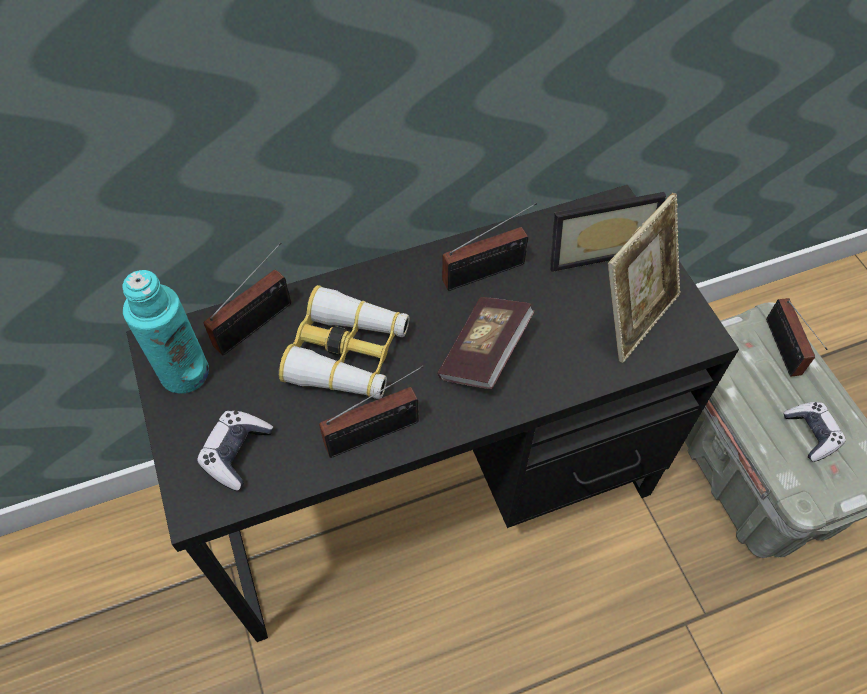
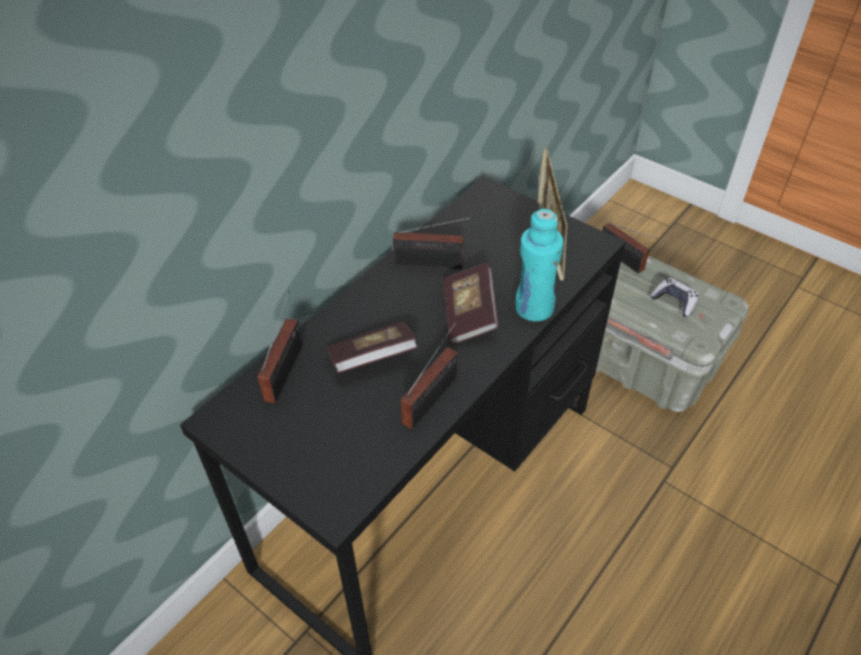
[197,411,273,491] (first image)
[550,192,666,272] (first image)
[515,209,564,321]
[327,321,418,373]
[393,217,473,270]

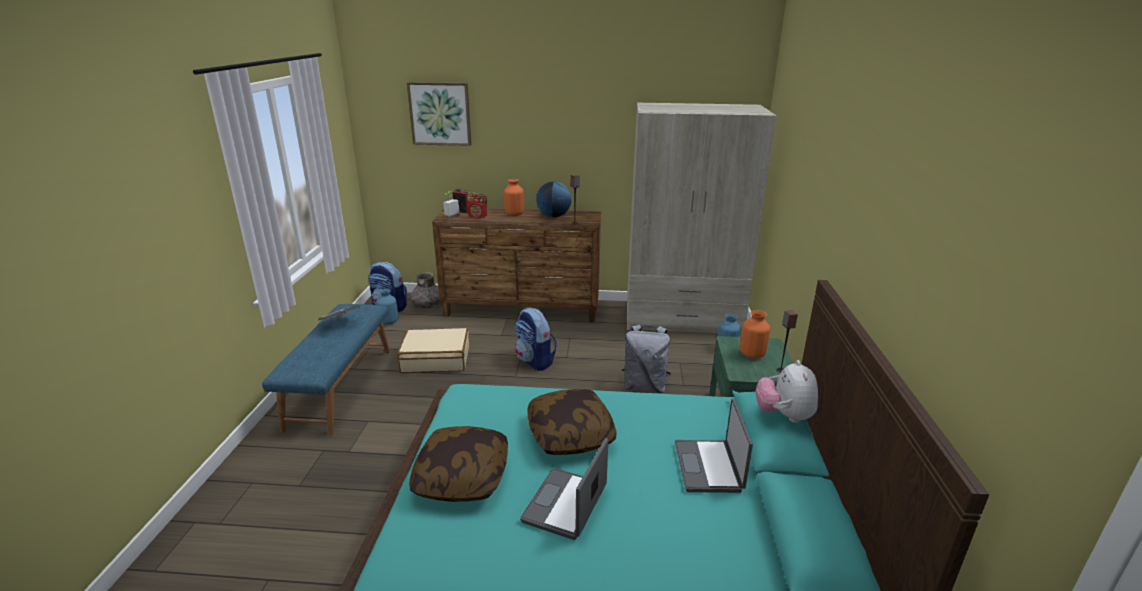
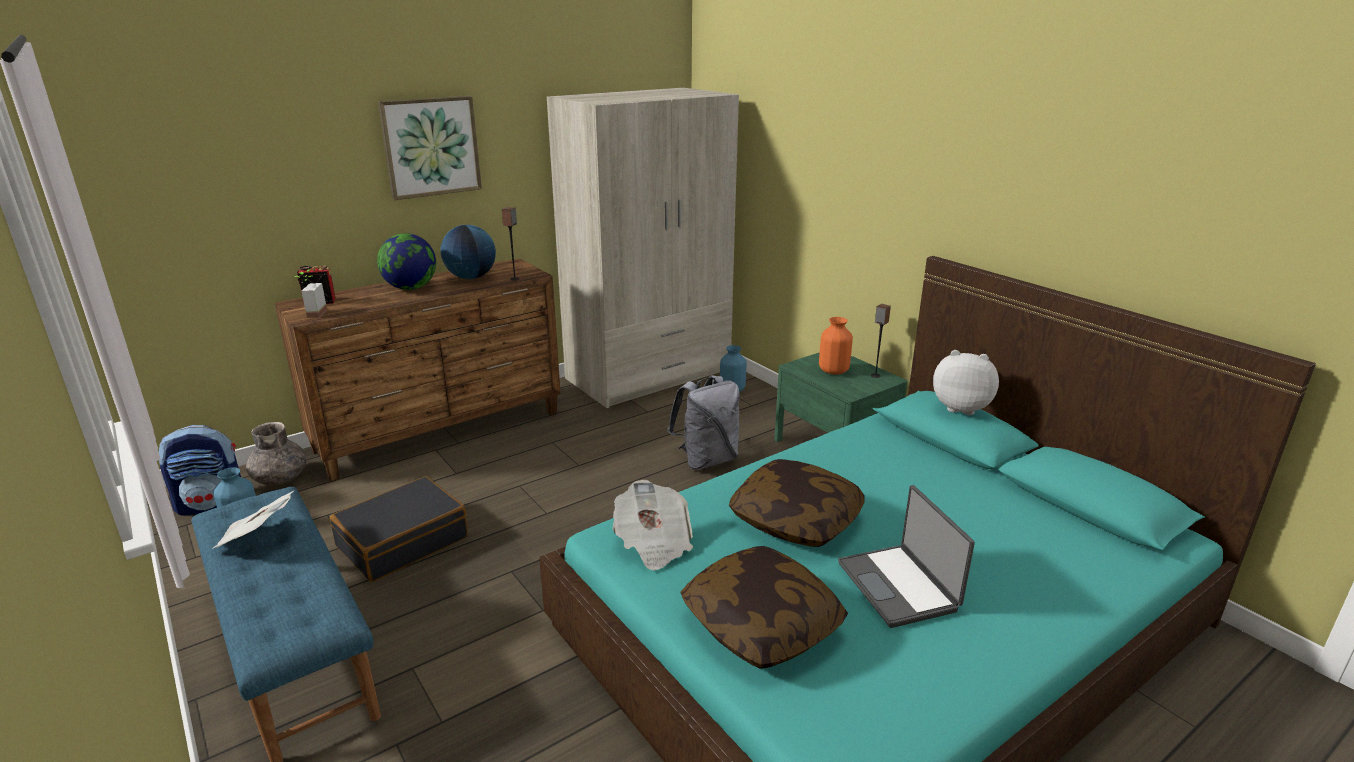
[467,193,487,218] (first image)
[515,308,557,371] (first image)
[675,399,753,493] (first image)
[613,480,693,571]
[378,96,482,200]
[377,233,436,290]
[330,476,468,582]
[933,350,999,415]

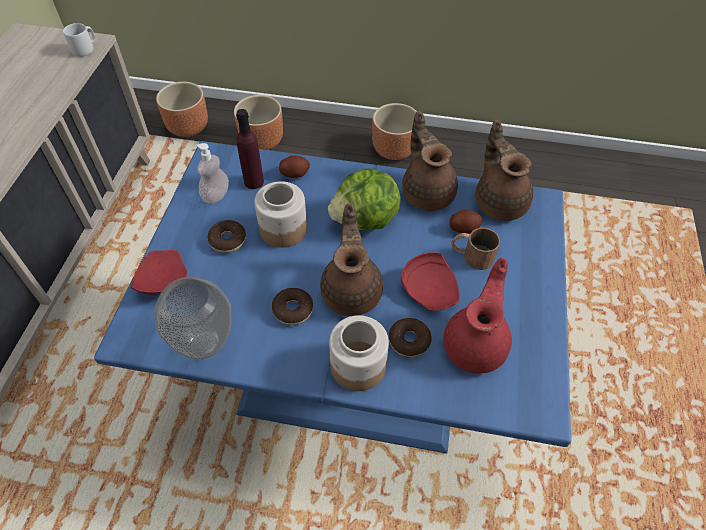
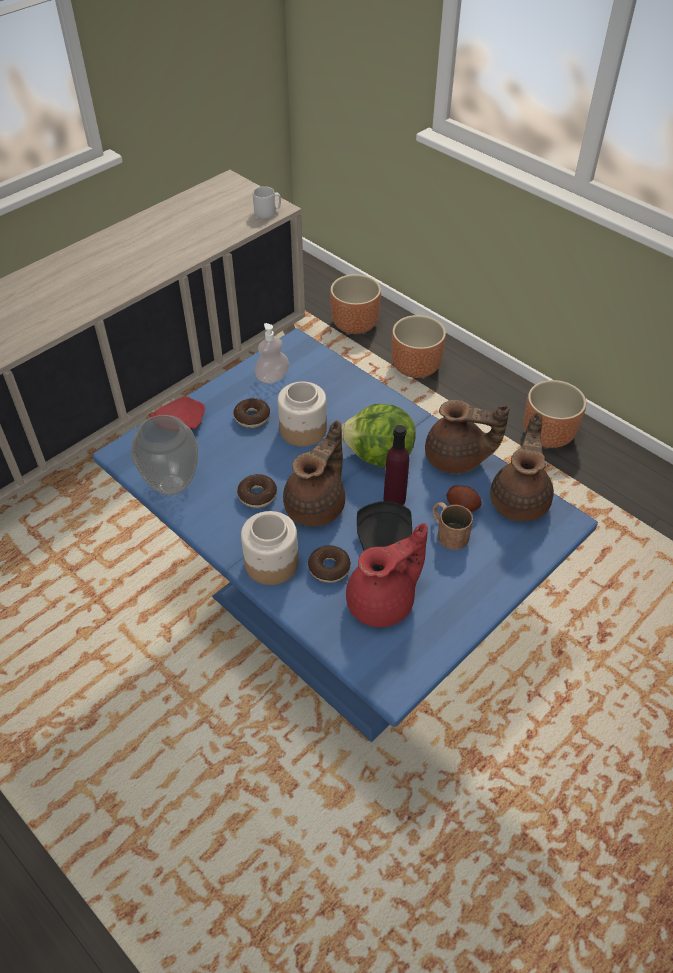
[279,155,310,178] (first image)
[384,425,409,505]
[357,501,412,551]
[425,400,510,474]

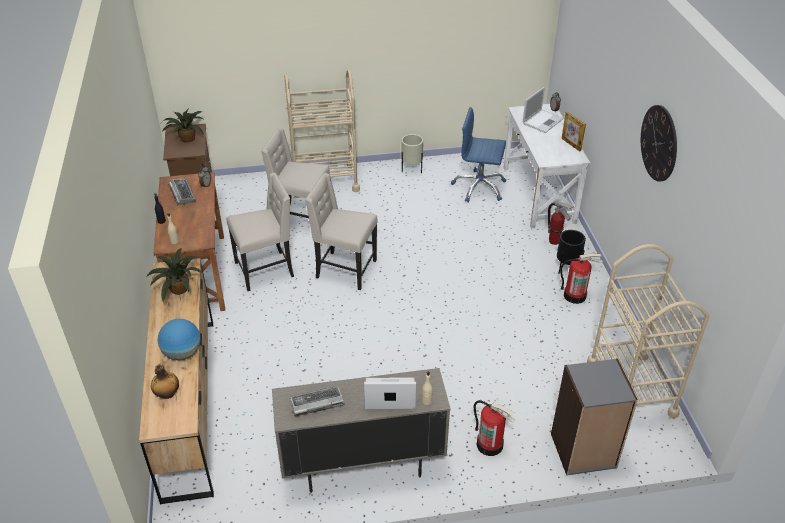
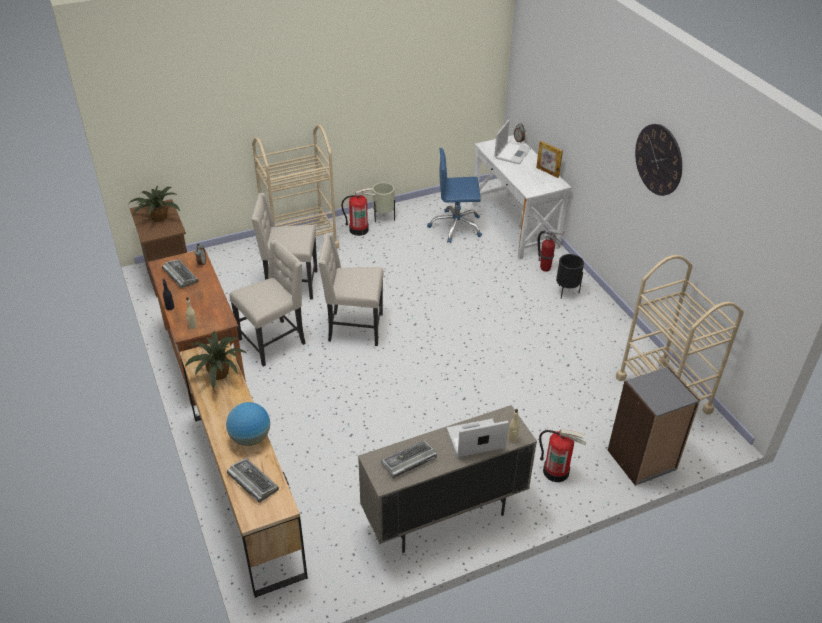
[341,188,375,236]
[227,458,279,503]

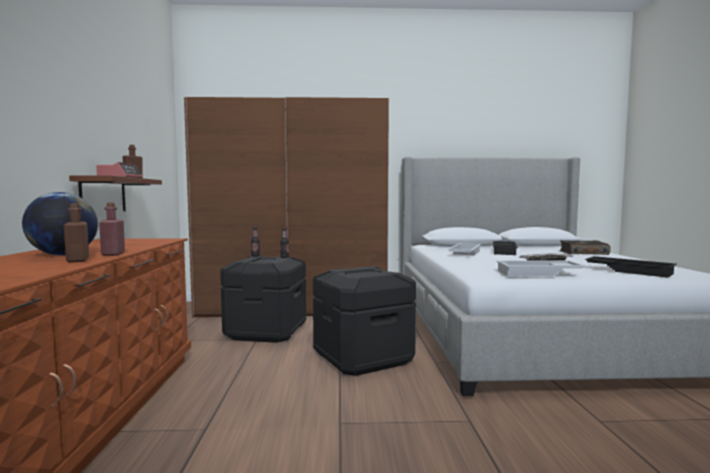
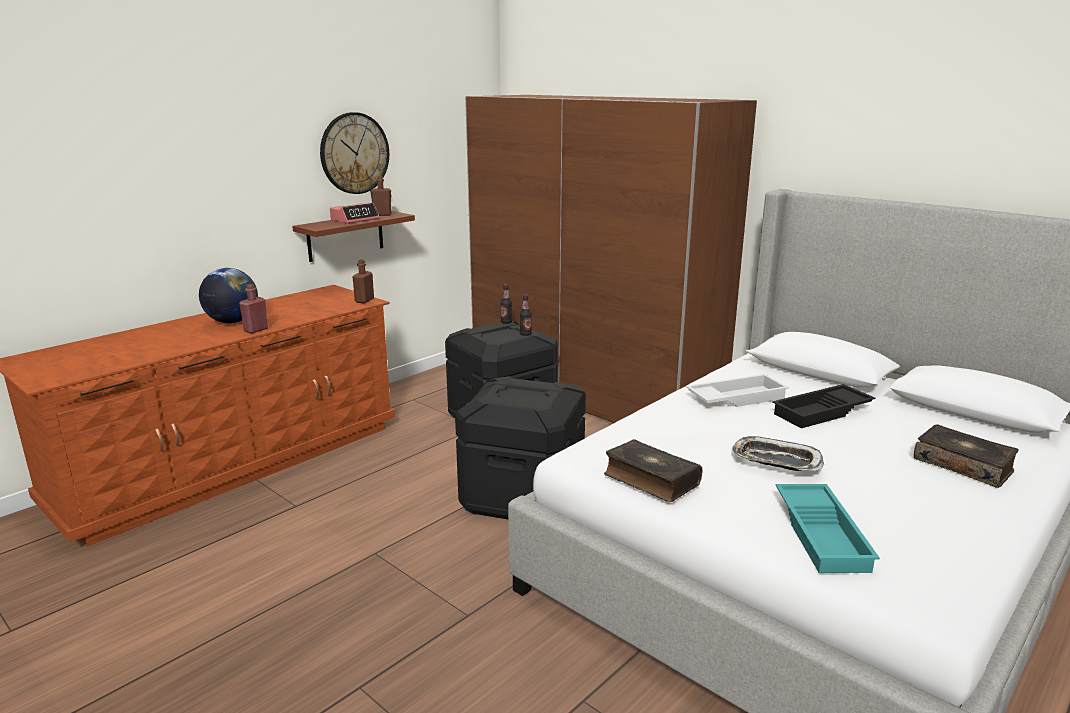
[320,112,389,194]
[352,259,374,303]
[604,439,702,502]
[775,484,880,573]

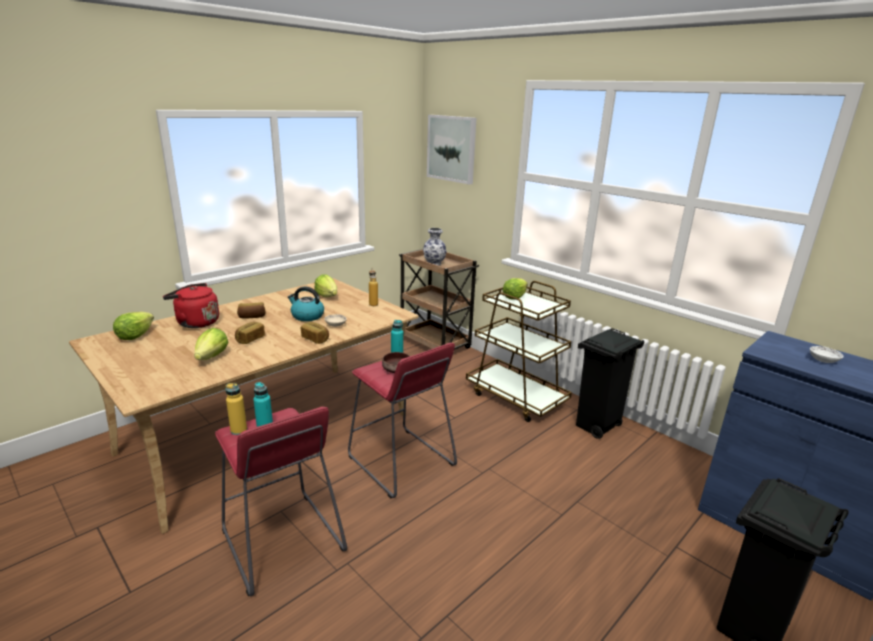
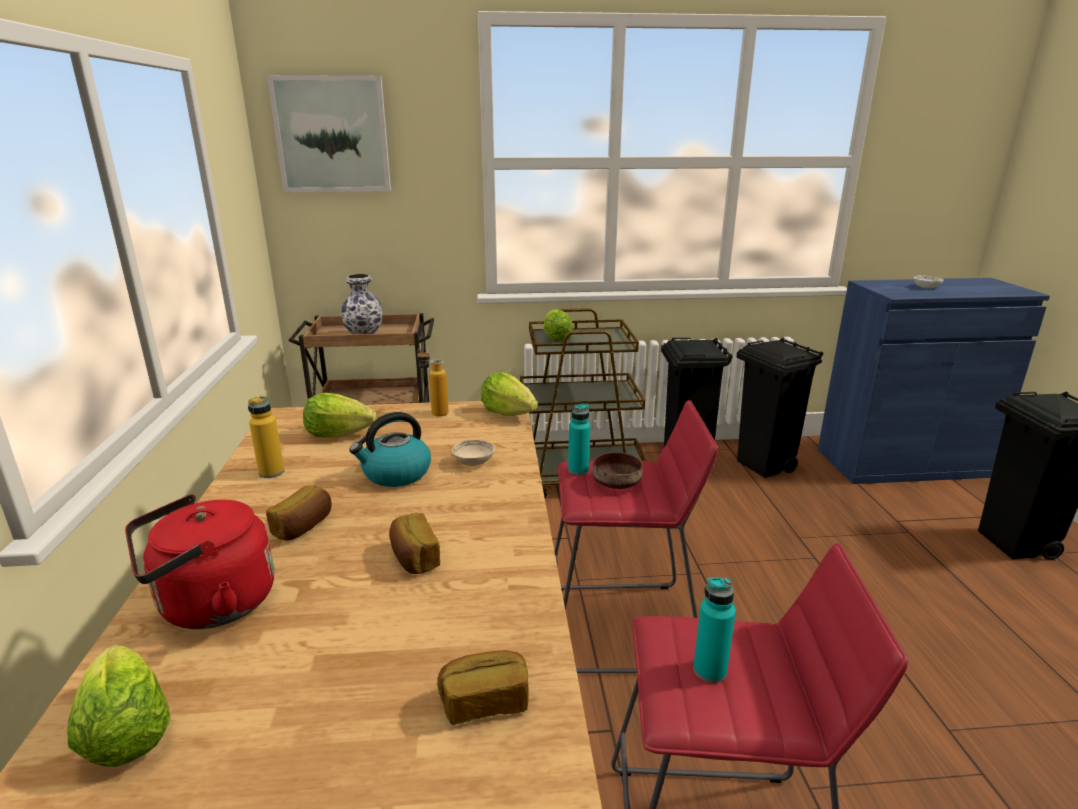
[736,338,823,478]
[481,372,538,416]
[248,396,284,478]
[437,650,528,725]

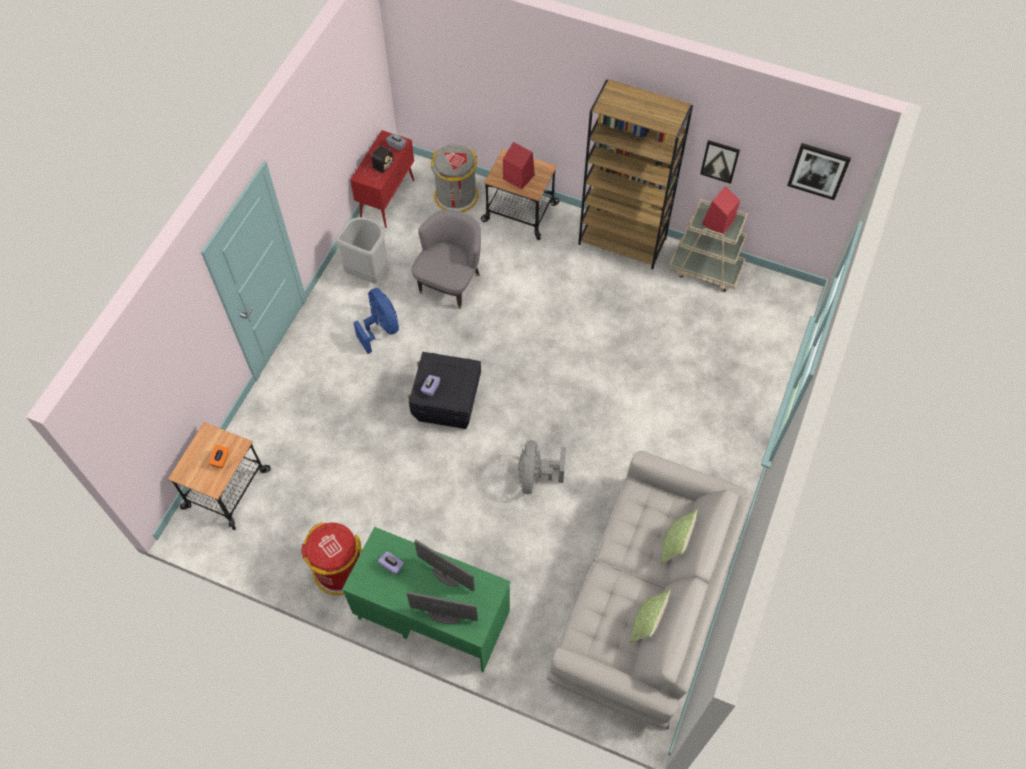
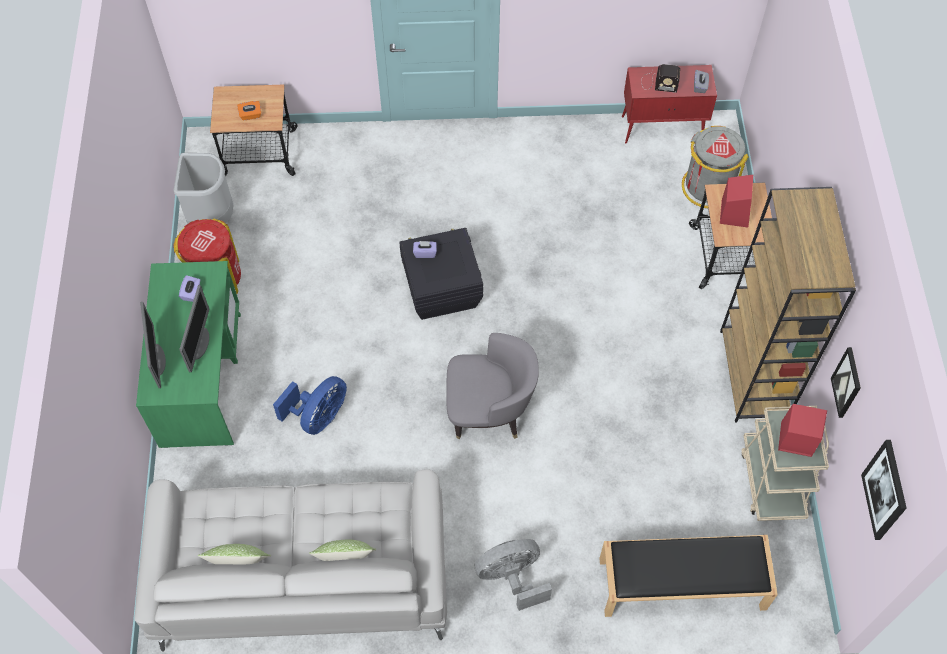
[599,535,778,617]
[174,153,233,224]
[273,376,347,435]
[446,333,539,439]
[475,539,552,611]

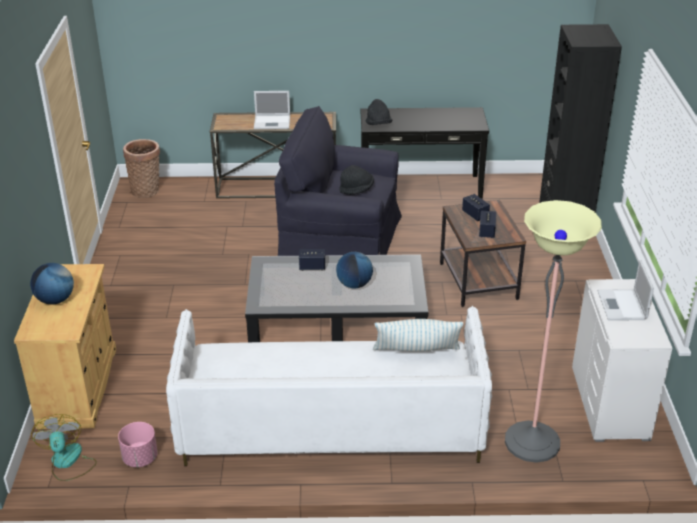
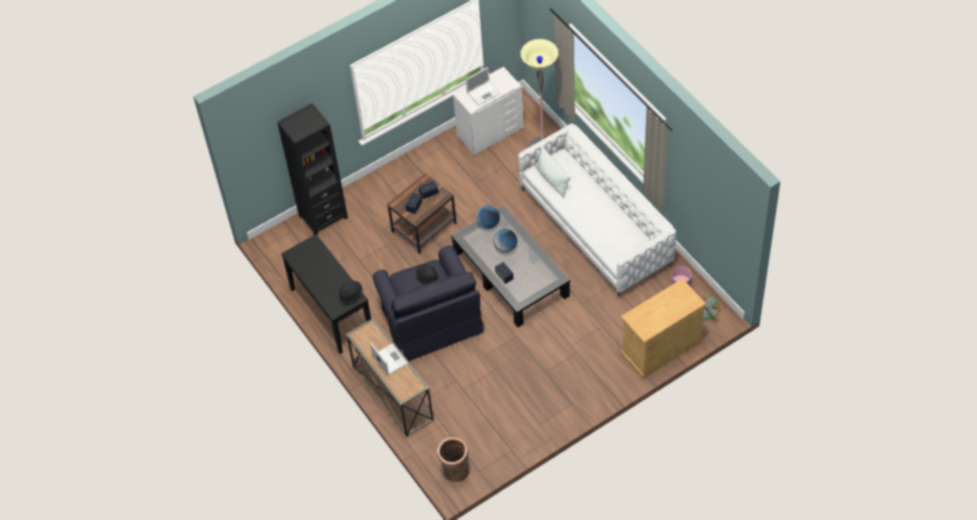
[476,205,500,229]

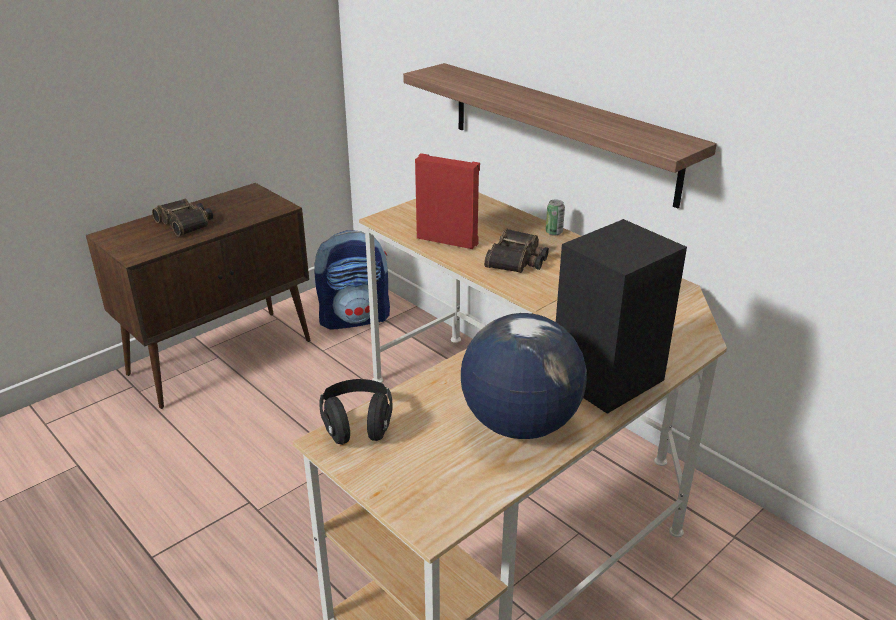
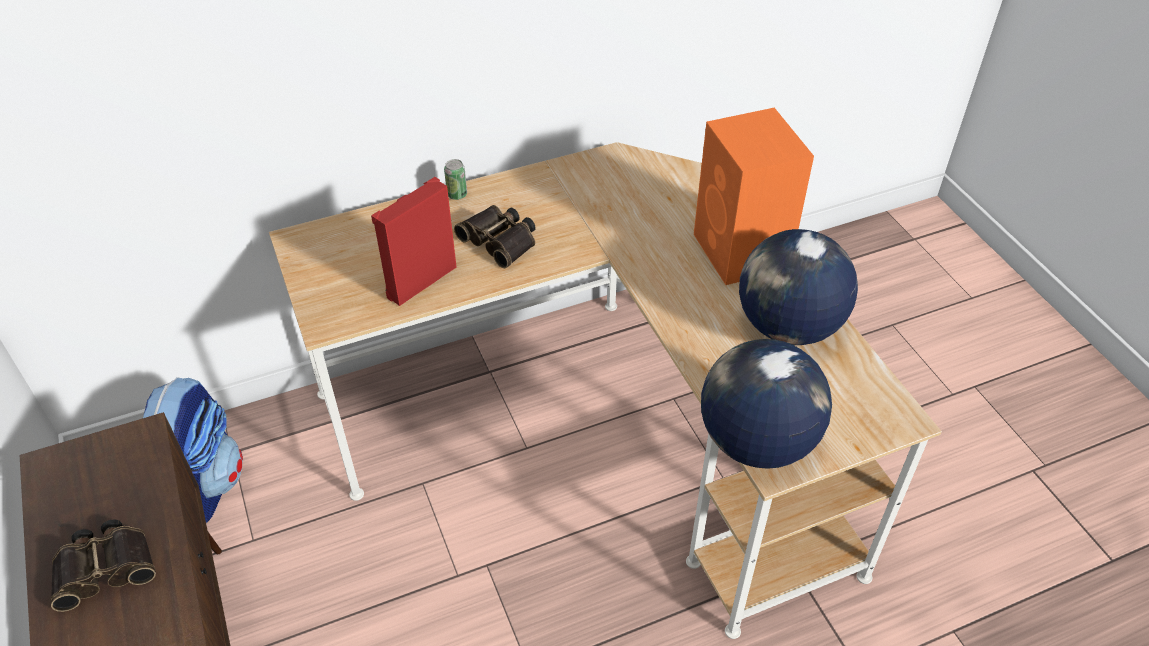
[403,63,717,208] (first image)
[701,339,832,469]
[694,108,814,285]

